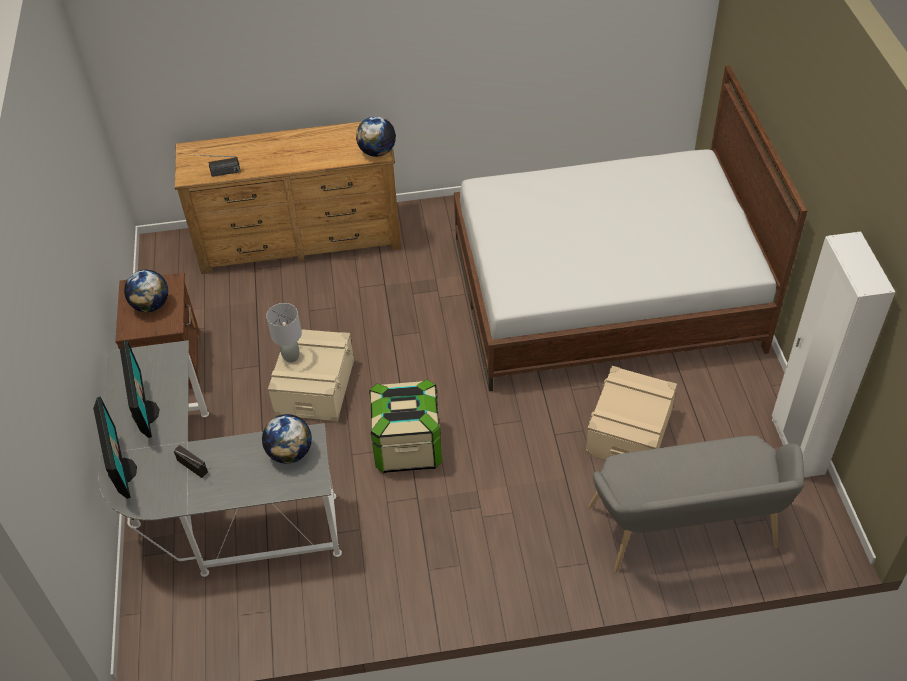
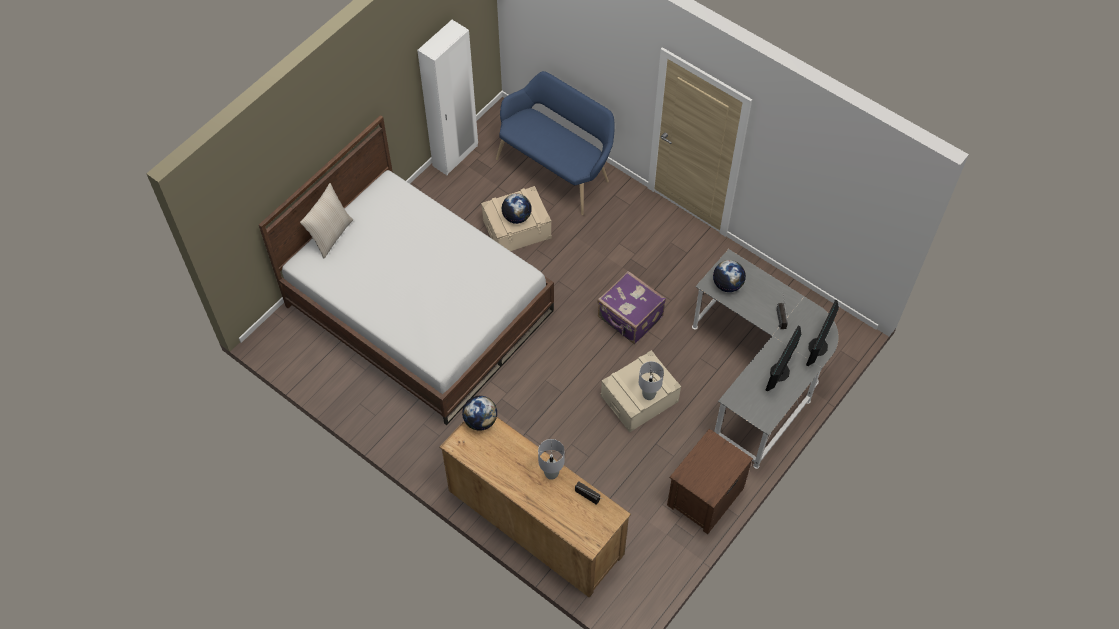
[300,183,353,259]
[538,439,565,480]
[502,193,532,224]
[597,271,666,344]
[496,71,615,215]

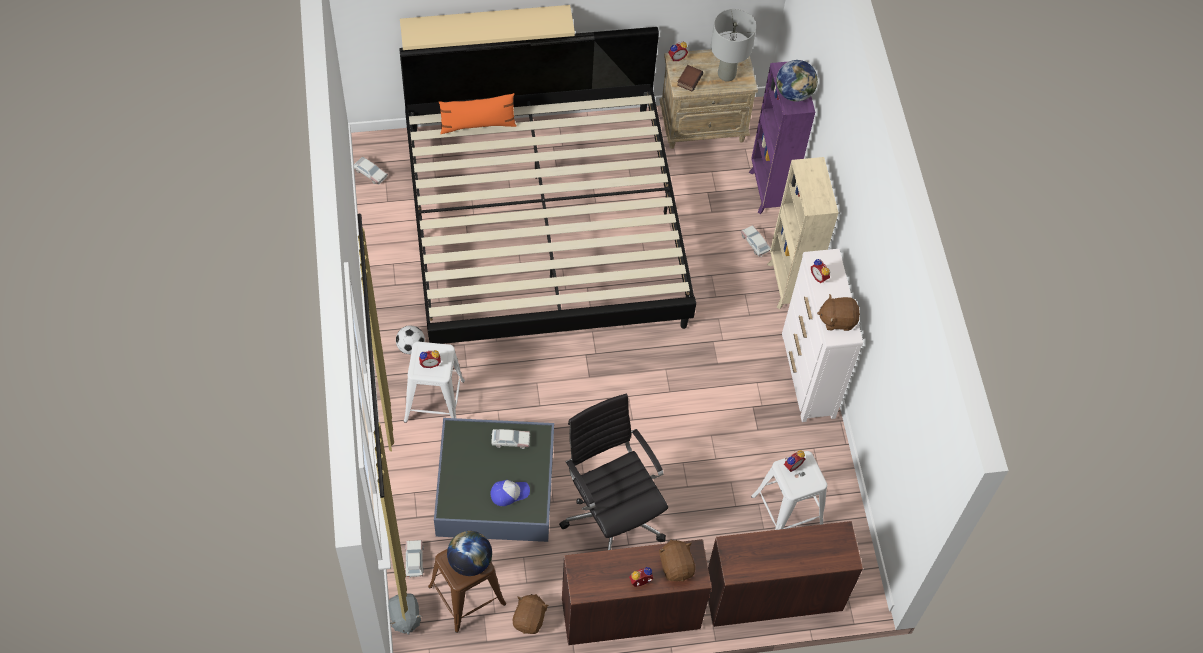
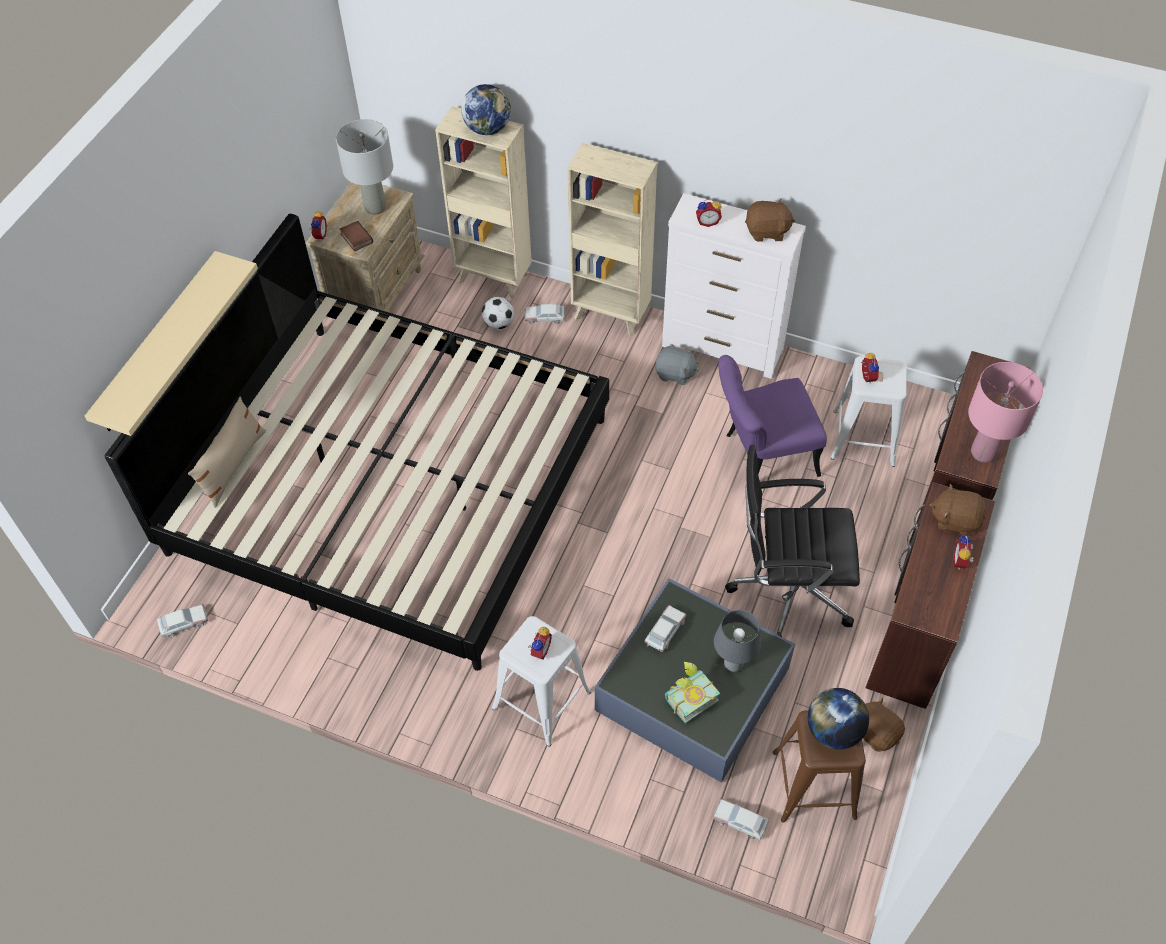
[665,662,720,724]
[718,355,827,477]
[968,362,1043,463]
[655,346,699,385]
[482,297,514,329]
[714,610,761,672]
[188,397,266,508]
[435,106,532,298]
[745,198,795,242]

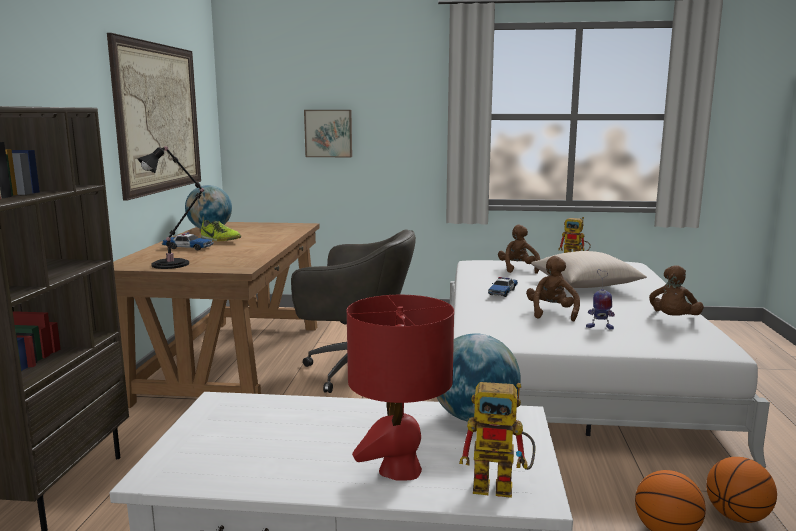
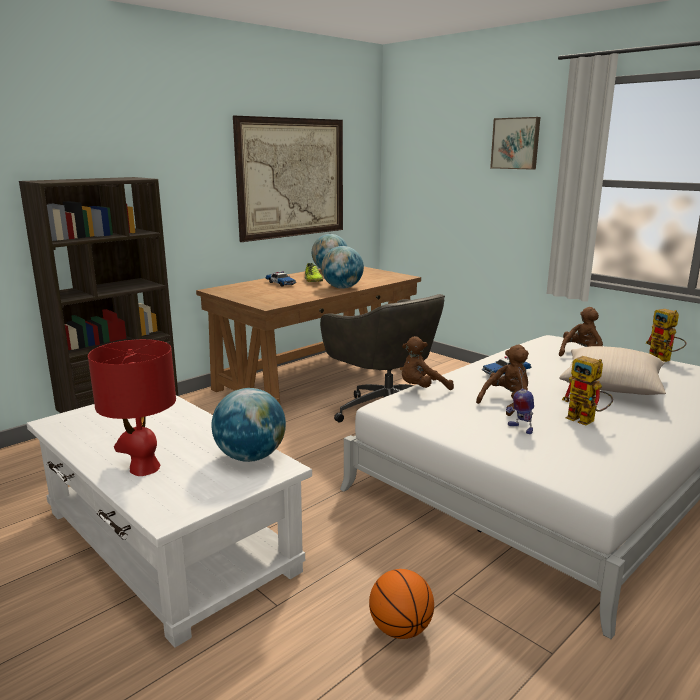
[138,146,204,269] (first image)
[706,457,777,523] (first image)
[321,246,364,289]
[490,117,540,170]
[562,356,613,426]
[402,336,454,390]

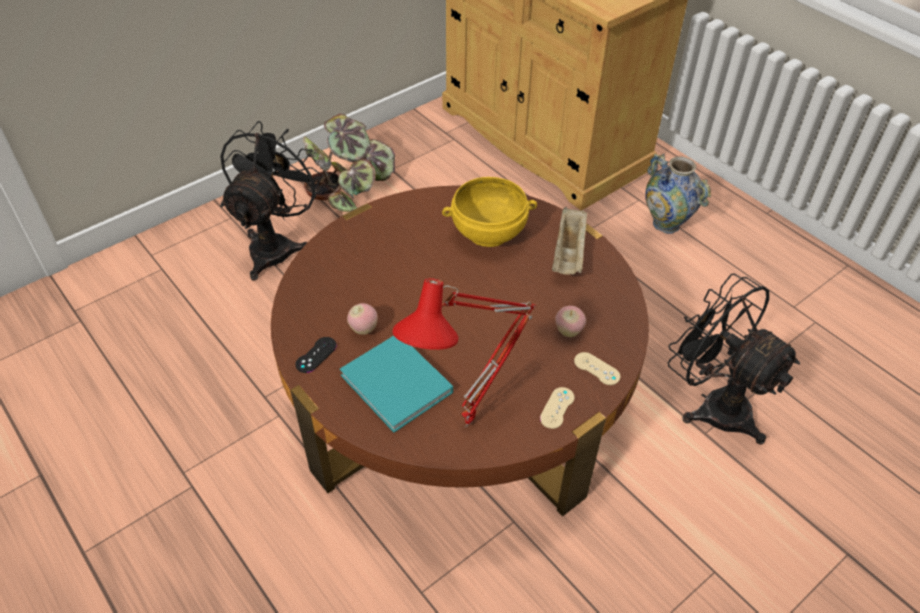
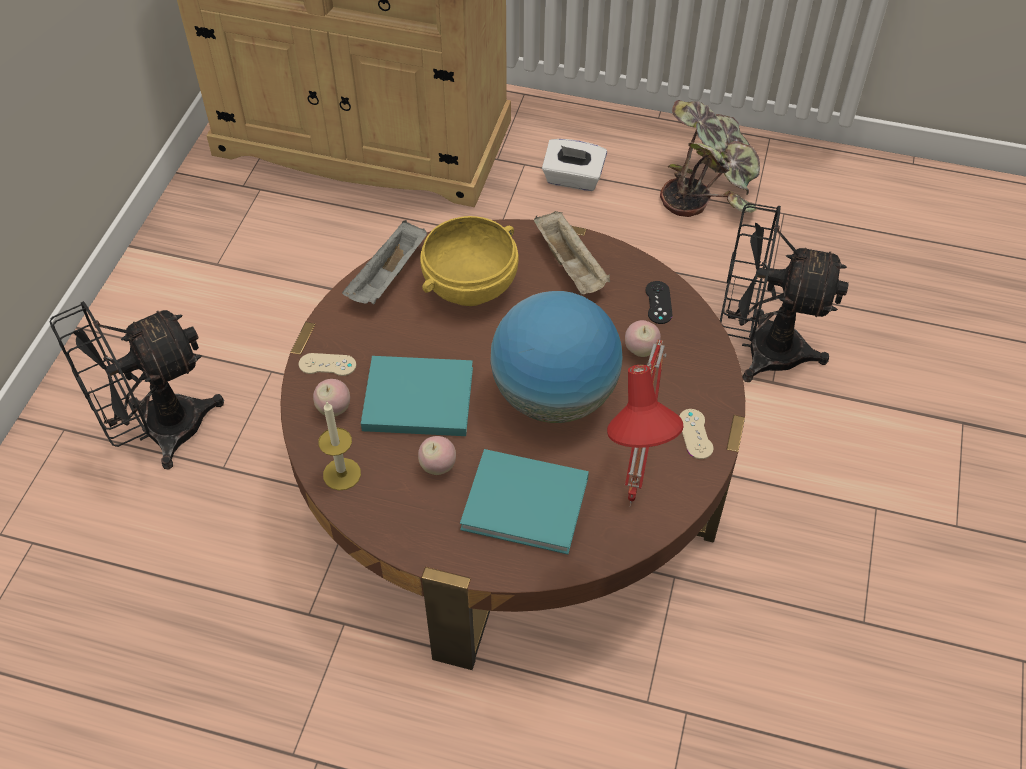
[313,379,350,417]
[318,402,361,490]
[342,220,427,304]
[361,356,473,436]
[490,291,622,423]
[645,281,673,324]
[660,100,760,217]
[299,353,356,376]
[542,139,607,191]
[49,301,224,469]

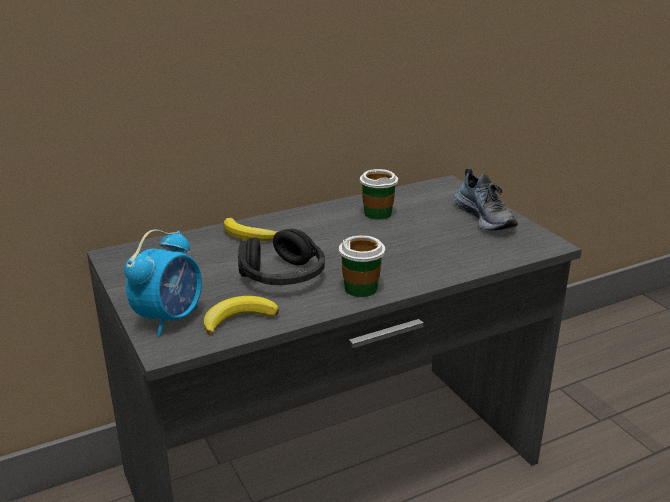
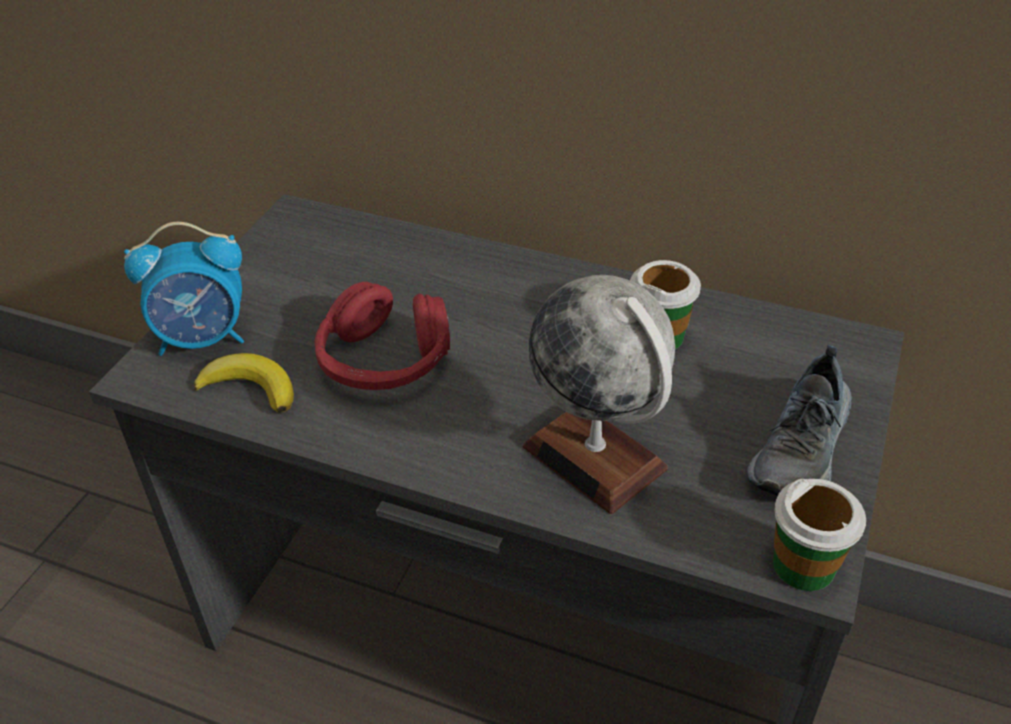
[223,218,279,241] (first image)
[523,275,675,514]
[773,479,866,591]
[315,282,450,390]

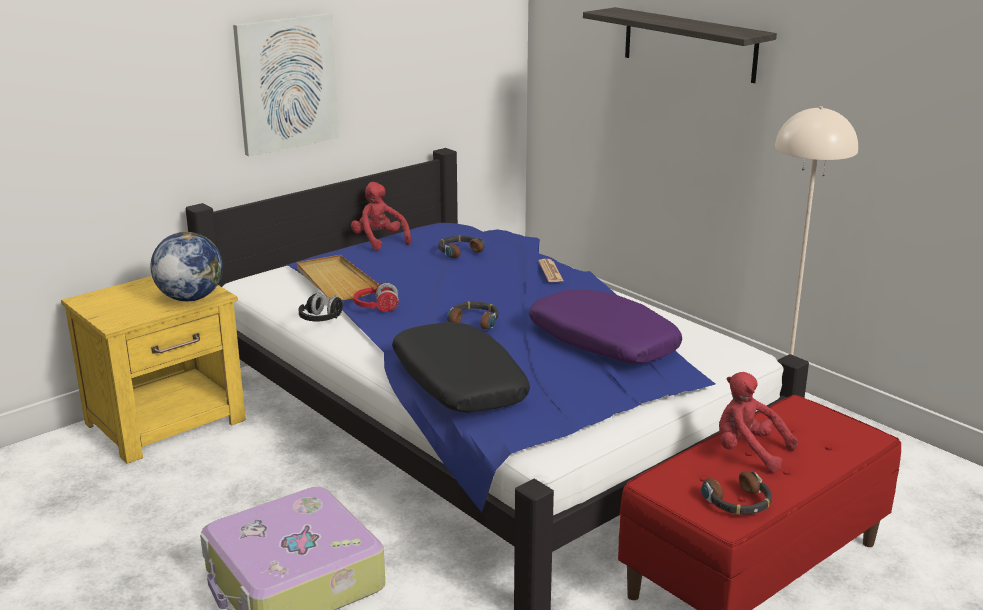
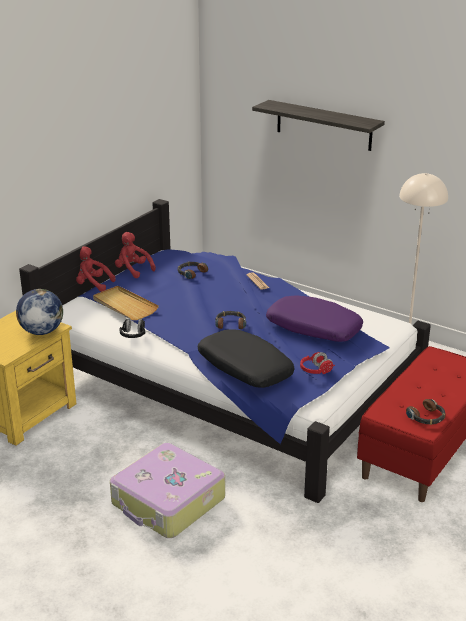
[233,13,339,156] (first image)
[300,352,335,374]
[76,246,116,292]

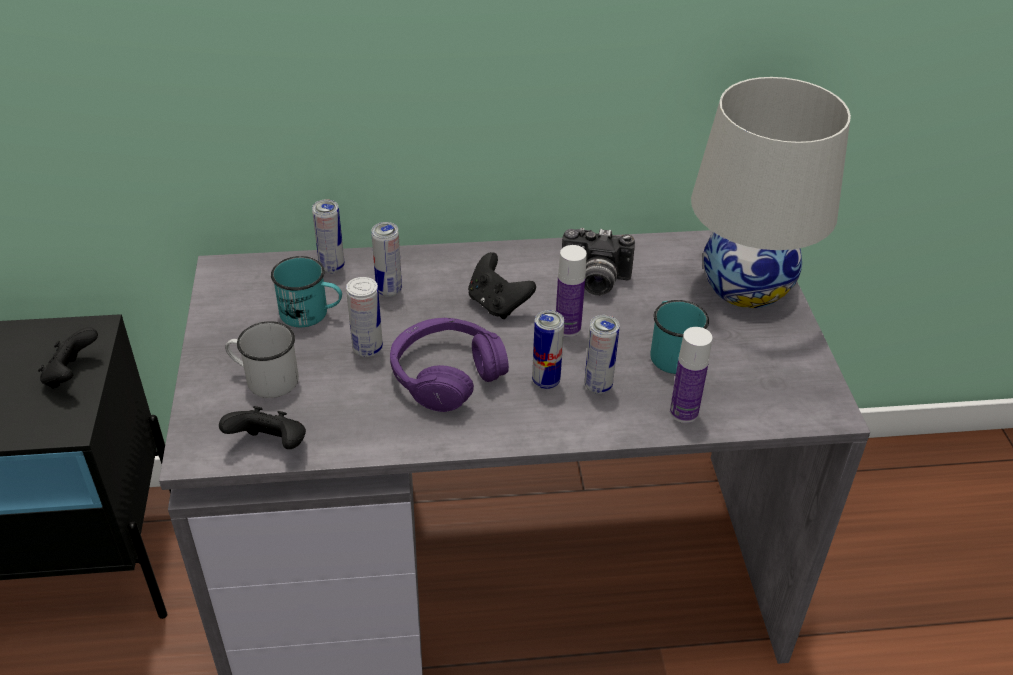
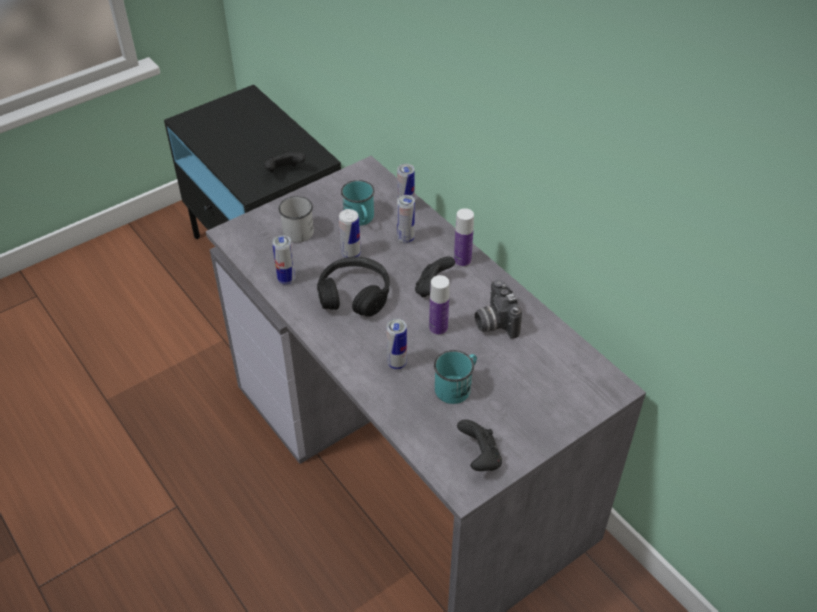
[691,77,851,308] (first image)
[457,419,502,471]
[272,235,295,285]
[454,208,474,267]
[317,257,390,317]

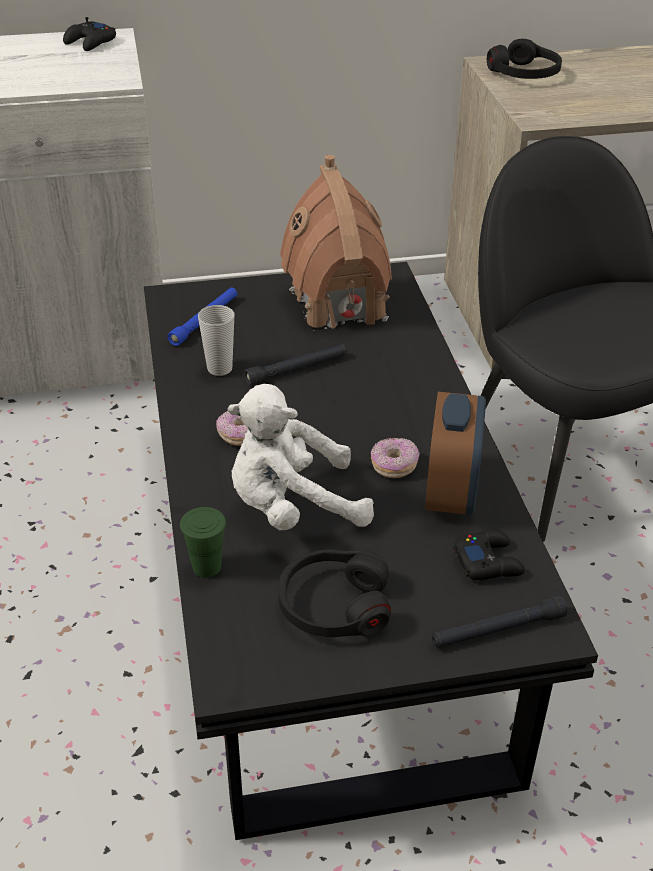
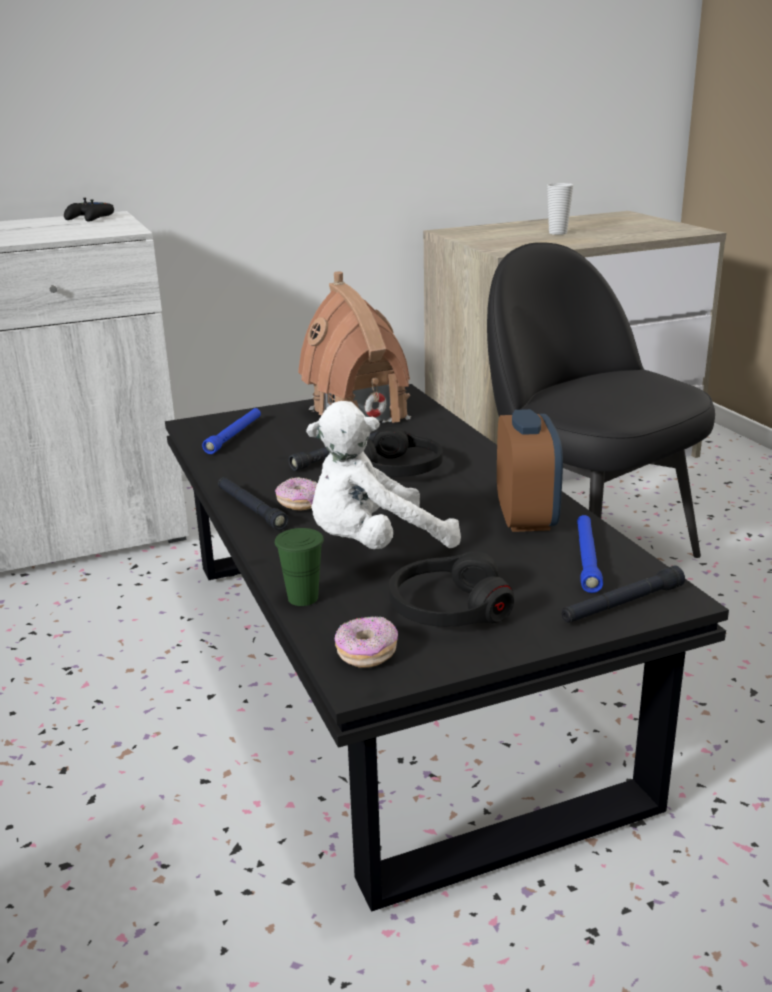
[218,477,289,530]
[547,183,573,235]
[335,616,398,668]
[363,427,443,477]
[577,515,603,593]

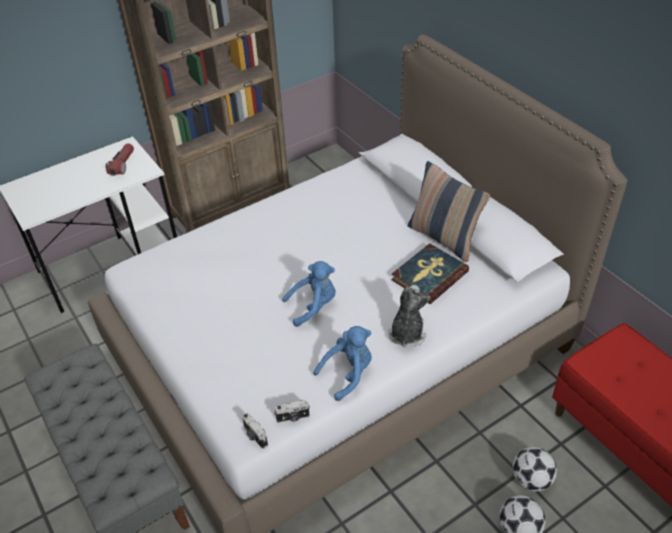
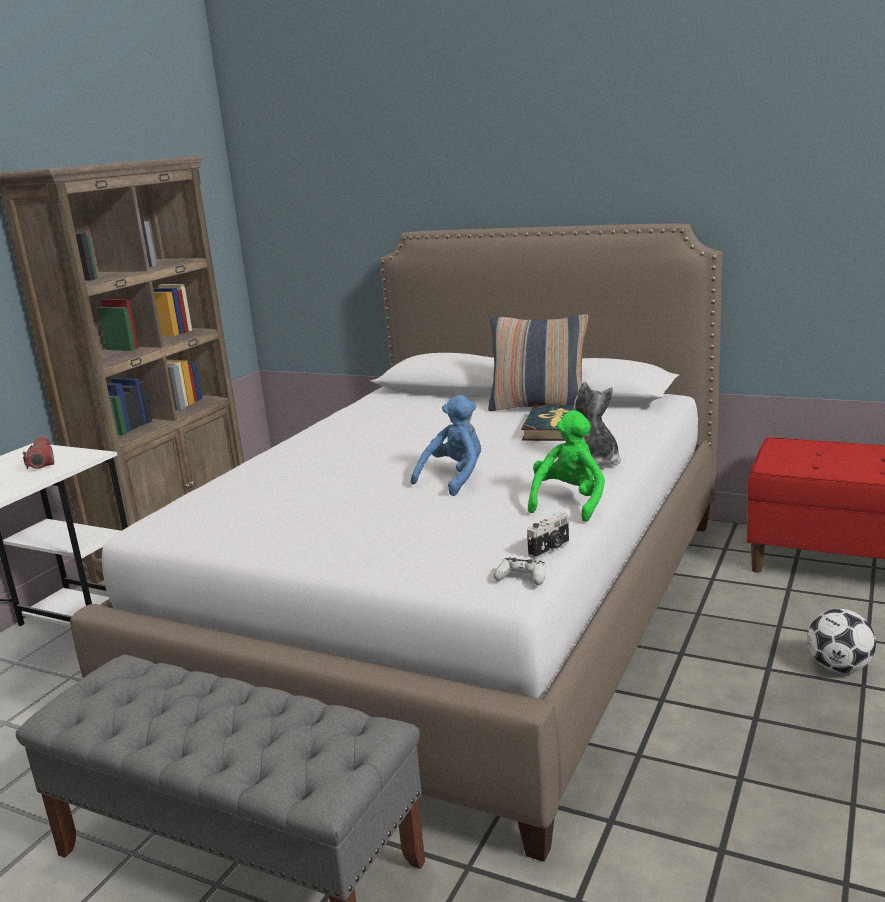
[513,447,557,491] (first image)
[494,558,546,585]
[528,410,605,522]

